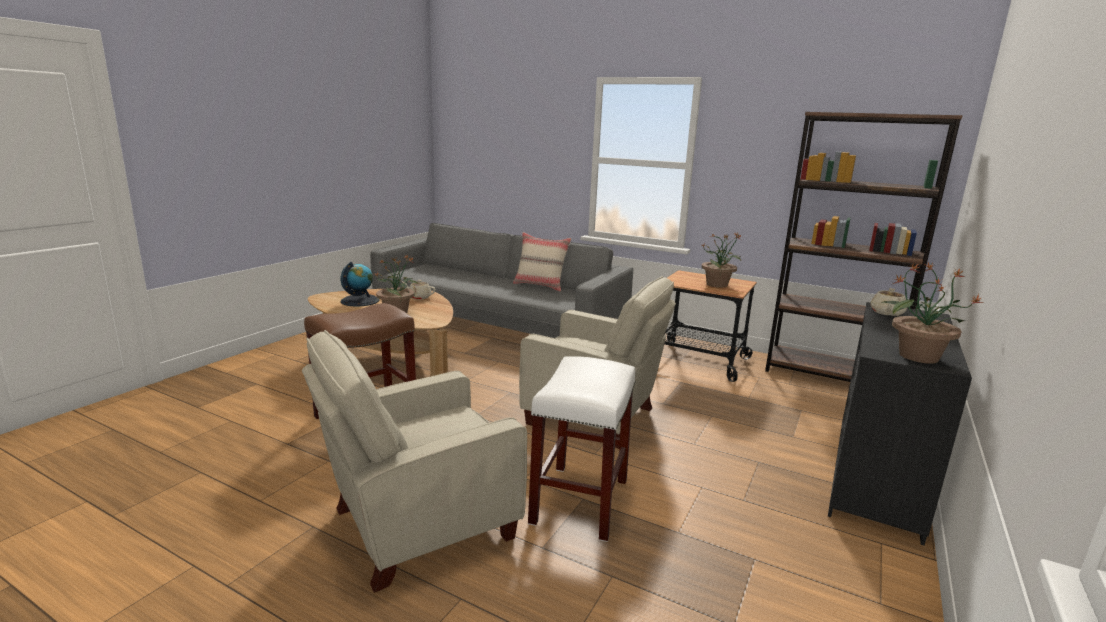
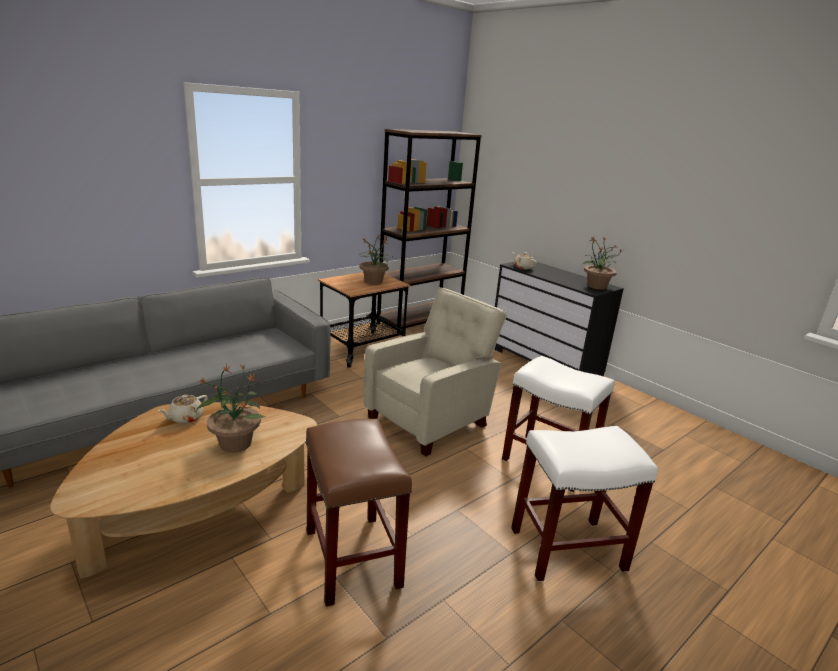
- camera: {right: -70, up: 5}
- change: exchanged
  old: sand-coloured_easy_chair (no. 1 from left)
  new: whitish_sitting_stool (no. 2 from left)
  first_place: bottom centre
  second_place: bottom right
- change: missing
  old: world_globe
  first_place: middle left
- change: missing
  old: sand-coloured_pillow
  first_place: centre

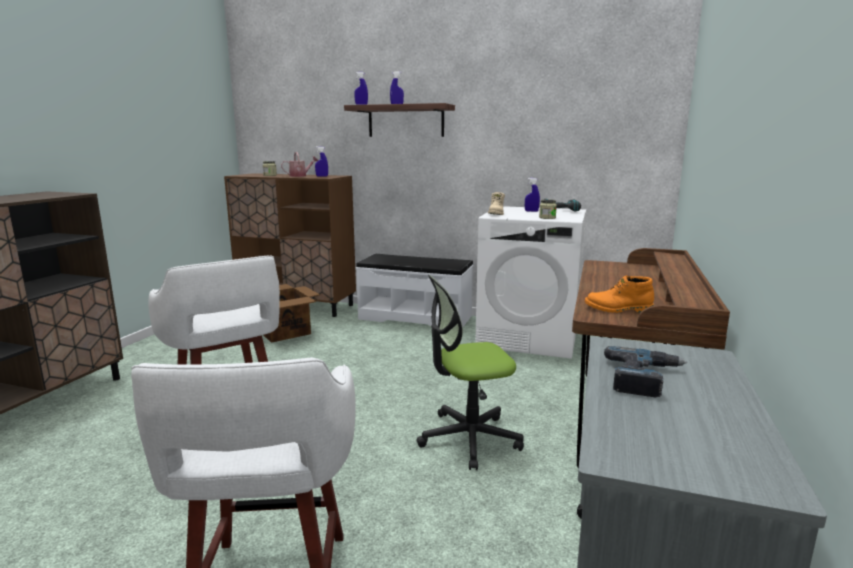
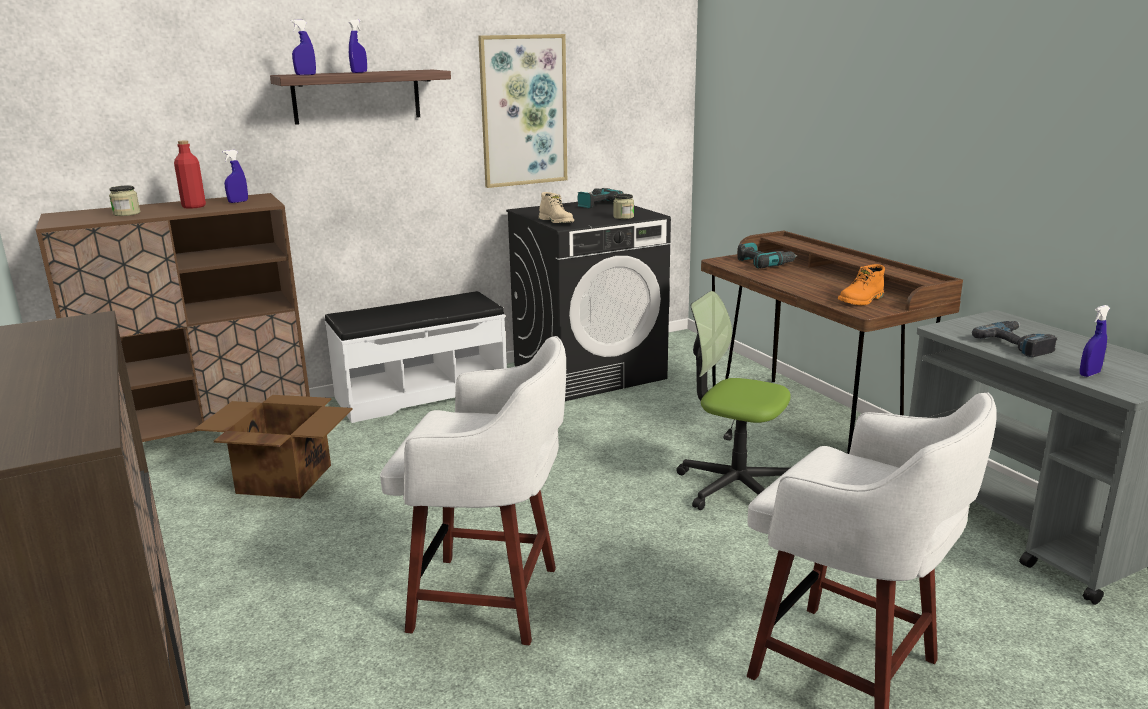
- camera: {right: -45, up: 5}
- change: exchanged
  old: watering_pot
  new: reddish_bottle
  first_place: top centre
  second_place: top left
- change: spun
  old: computer_chair
  first_place: centre
  second_place: centre
  degrees: 90
- change: colour
  old: whitish_washing_machine
  new: black-coloured_washing_machine
  first_place: centre
  second_place: centre
- change: relocated
  old: blue_hand_sprayer (no. 4 from left)
  first_place: centre
  second_place: middle right
- change: appeared
  new: picture
  second_place: top centre
- change: appeared
  new: power_drill (no. 2 from left)
  second_place: middle right

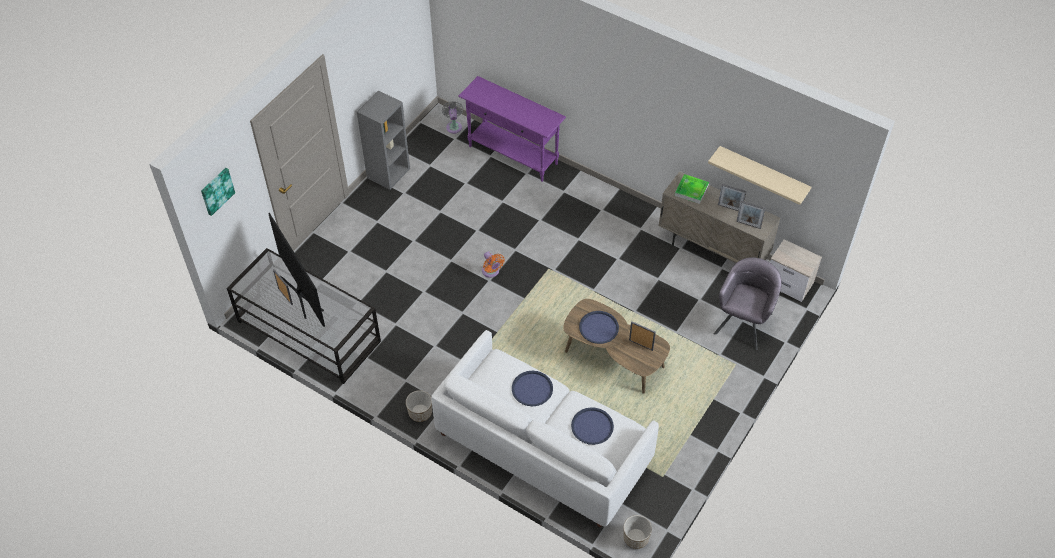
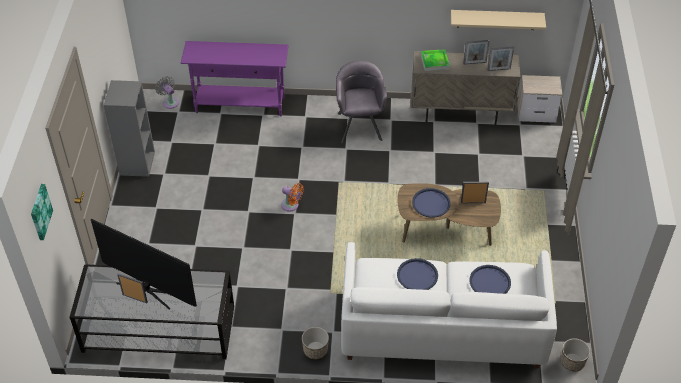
- camera: {right: -30, up: -5}
- change: relocated
  old: gray_easy_chair
  first_place: middle right
  second_place: top centre

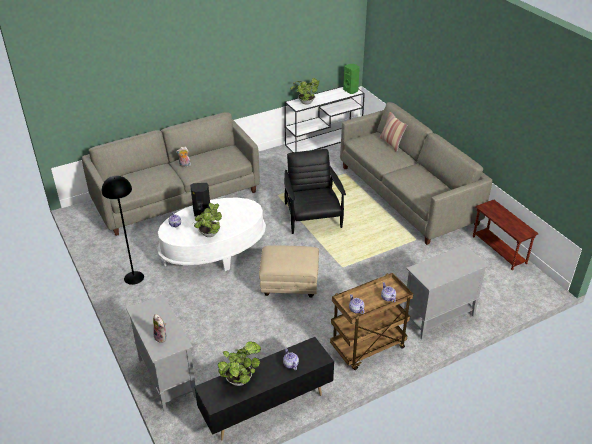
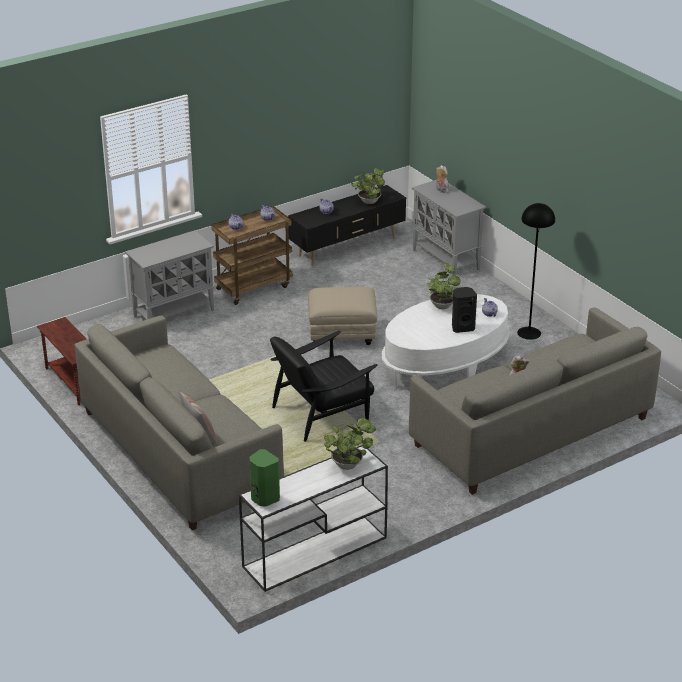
- camera: {right: 175, up: -5}
- change: spun
  old: black-coloured_easy_chair
  first_place: centre
  second_place: centre
  degrees: 75

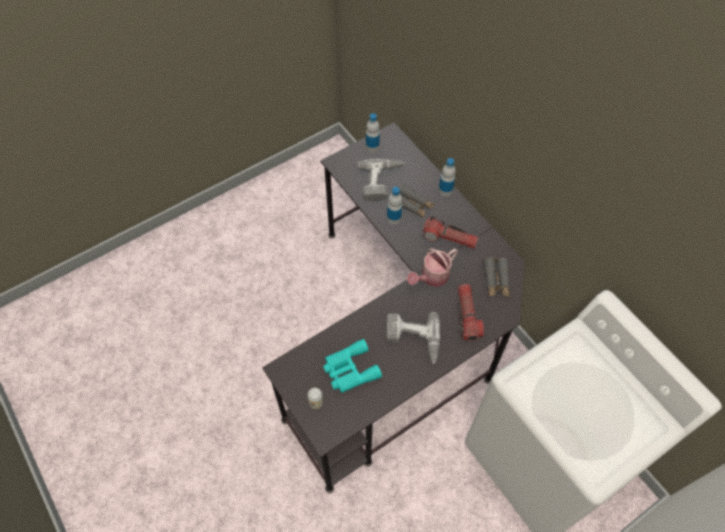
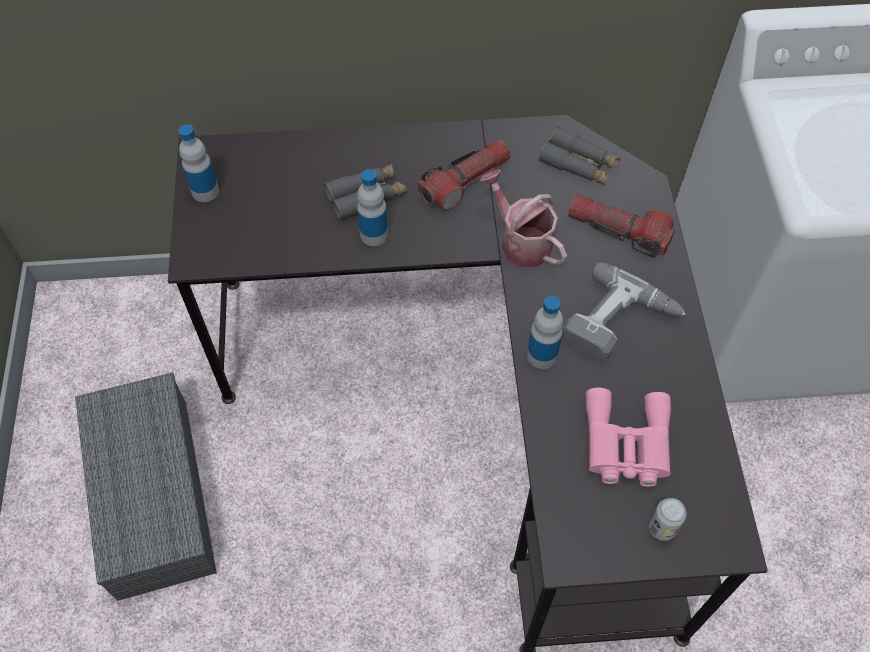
- camera: {right: -60, up: 0}
- change: colour
  old: turquoise-coloured_pair_of_binoculars
  new: pinkish_pair_of_binoculars
  first_place: bottom centre
  second_place: bottom right
- change: missing
  old: power_drill (no. 1 from left)
  first_place: centre
- change: spun
  old: watering_pot
  first_place: centre
  second_place: centre
  degrees: 150
- change: relocated
  old: bottle (no. 3 from left)
  first_place: top centre
  second_place: centre
- change: appeared
  new: gray_storage_box
  second_place: bottom left

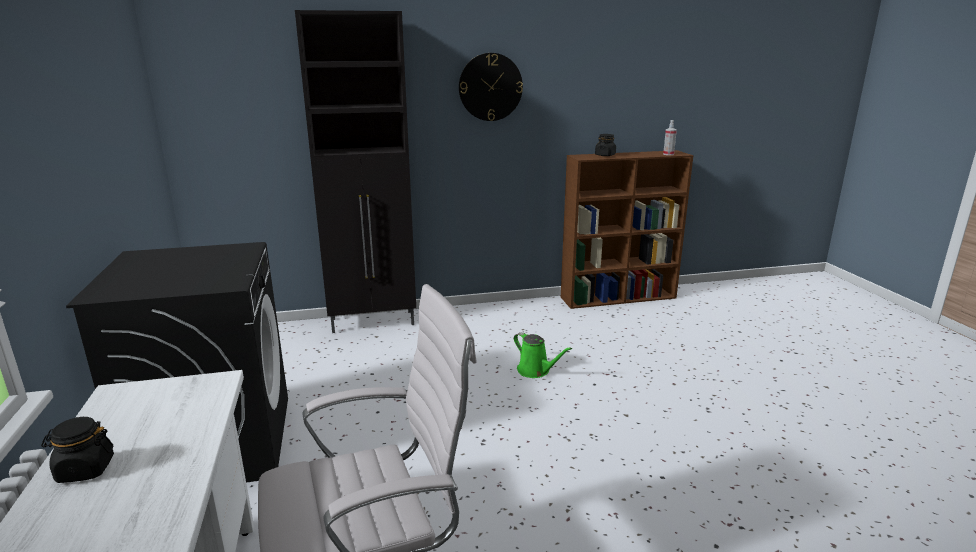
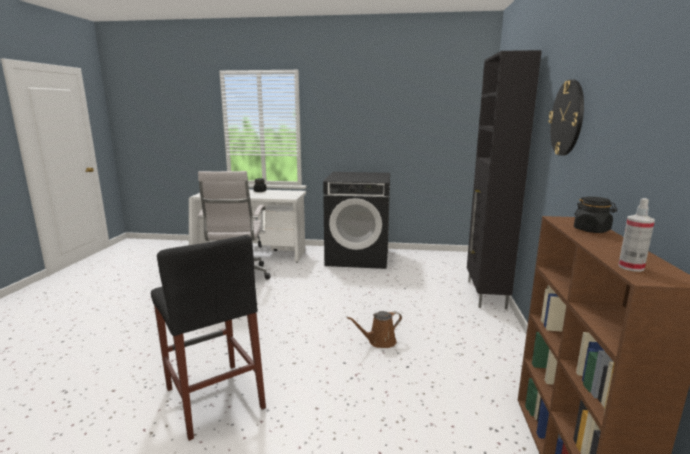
- camera: {right: 110, up: -5}
- change: colour
  old: green_watering_pot
  new: brown_watering_pot
  first_place: centre
  second_place: bottom centre
- change: appeared
  new: black-coloured_sitting_stool
  second_place: bottom left

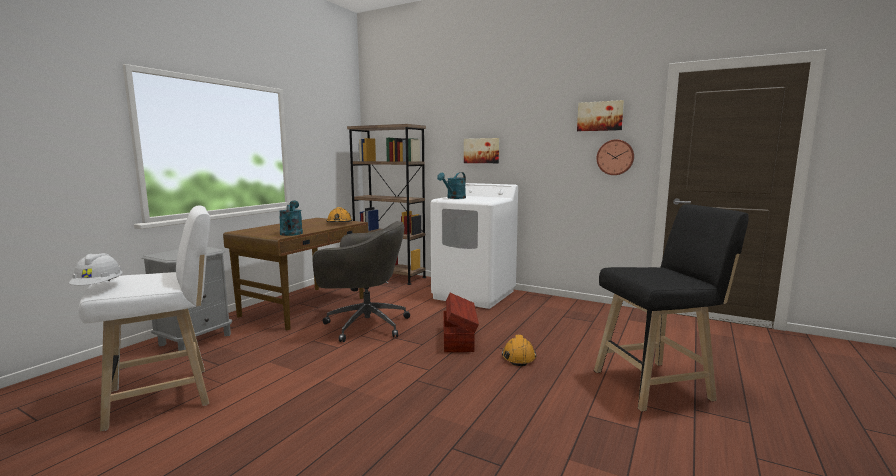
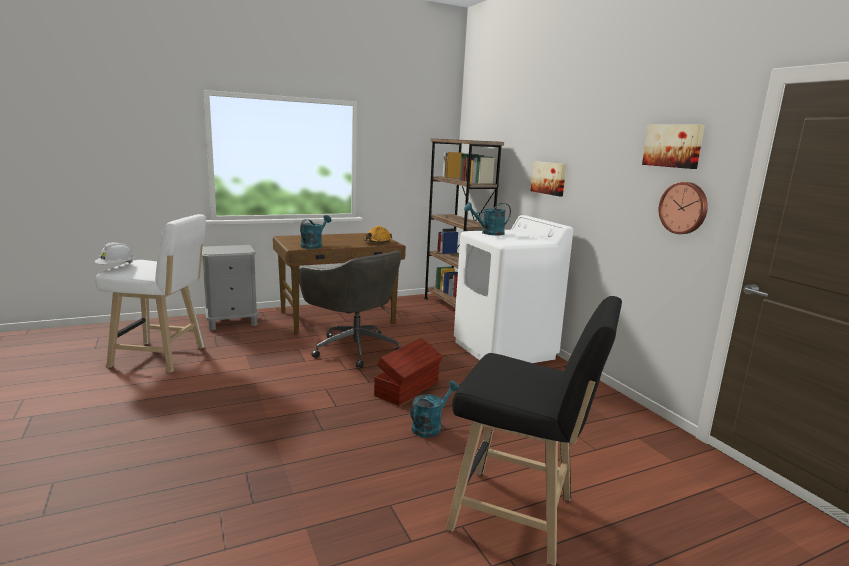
- camera: {right: 35, up: 5}
- change: exchanged
  old: orange-coloured_work_helmet (no. 2 from left)
  new: turquoise-coloured_watering_pot (no. 2 from left)
  first_place: bottom centre
  second_place: bottom centre

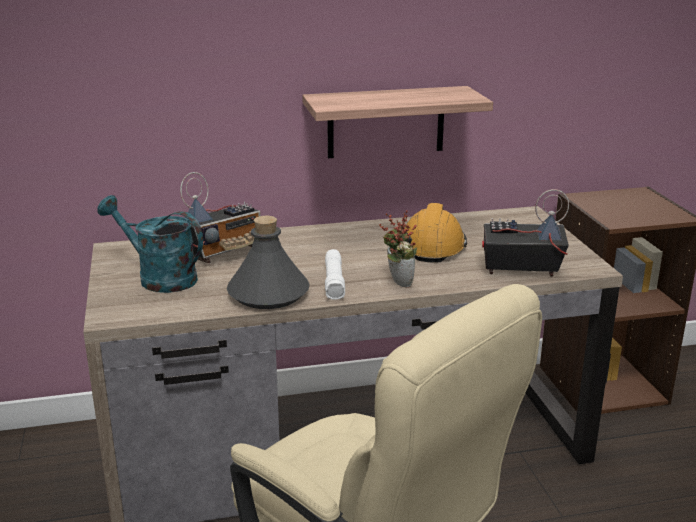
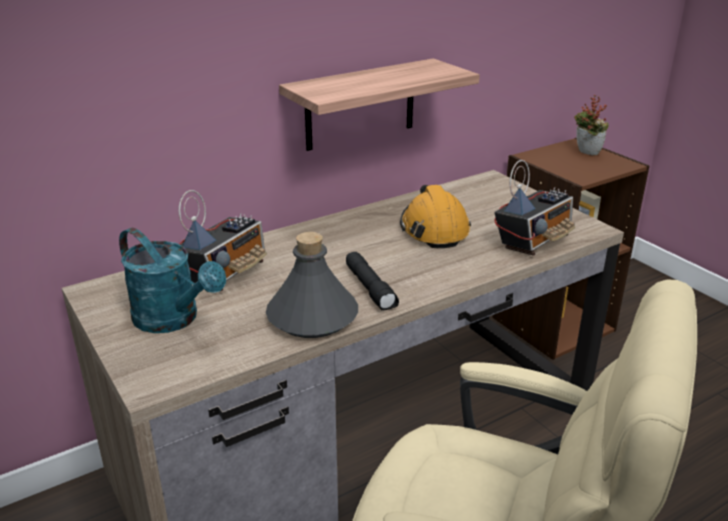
- camera: {right: -20, up: 5}
- change: spun
  old: turquoise-coloured_watering_pot
  first_place: middle left
  second_place: middle left
  degrees: -150
- change: colour
  old: whitish_flashlight
  new: black-coloured_flashlight
  first_place: centre
  second_place: centre
- change: relocated
  old: houseplant
  first_place: centre
  second_place: top right
- change: spun
  old: radio_receiver (no. 2 from left)
  first_place: middle right
  second_place: middle right
  degrees: 150

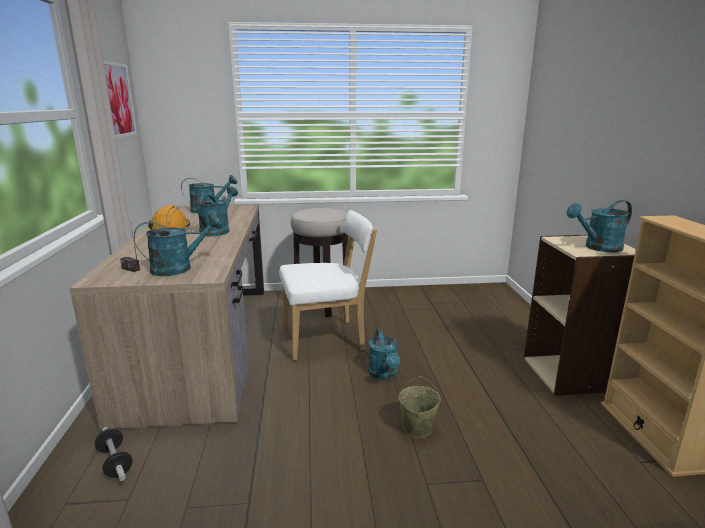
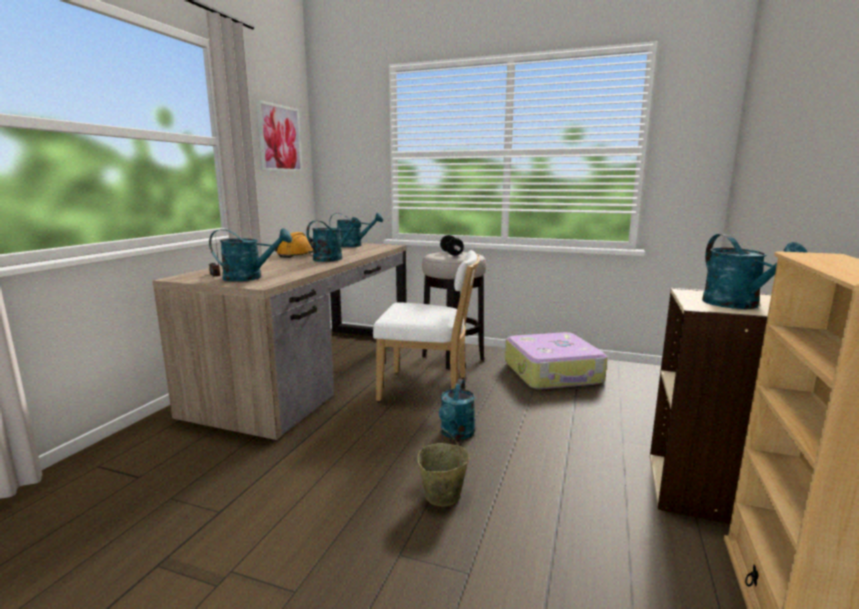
- camera: {right: 25, up: -5}
- change: relocated
  old: hand_weight
  first_place: bottom left
  second_place: centre
- change: spun
  old: turquoise-coloured_watering_pot (no. 5 from left)
  first_place: middle right
  second_place: middle right
  degrees: -105
- change: appeared
  new: suitcase
  second_place: centre

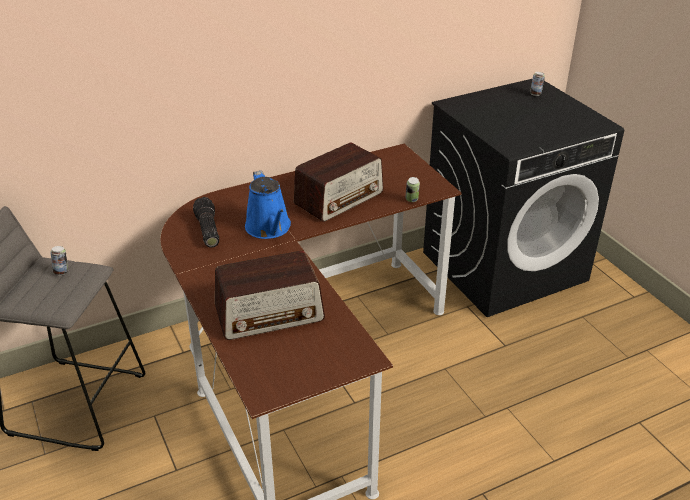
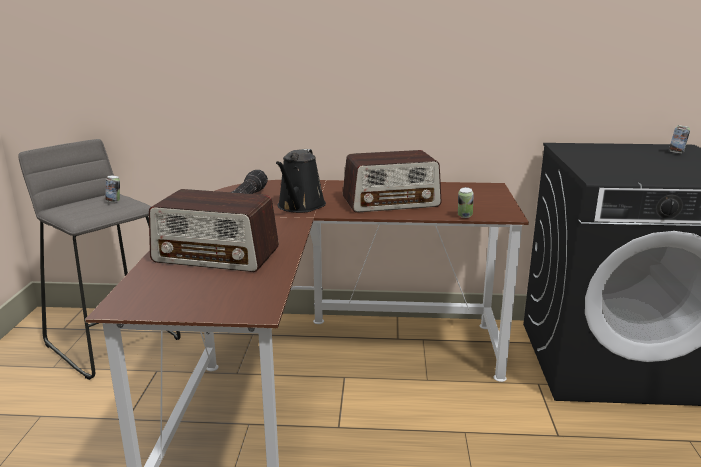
- camera: {right: 30, up: -15}
- change: colour
  old: blue_watering_pot
  new: black-coloured_watering_pot
  first_place: centre
  second_place: centre

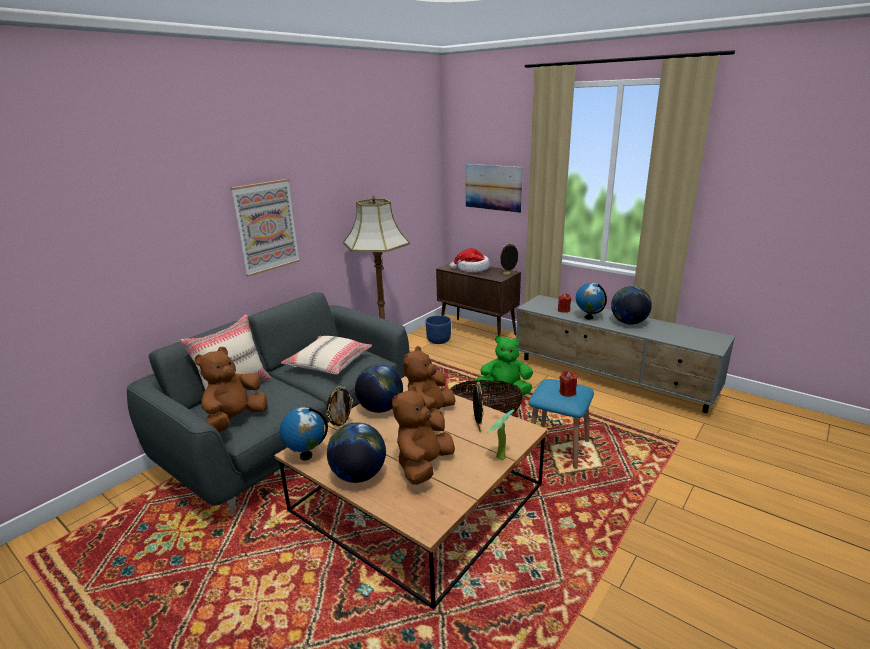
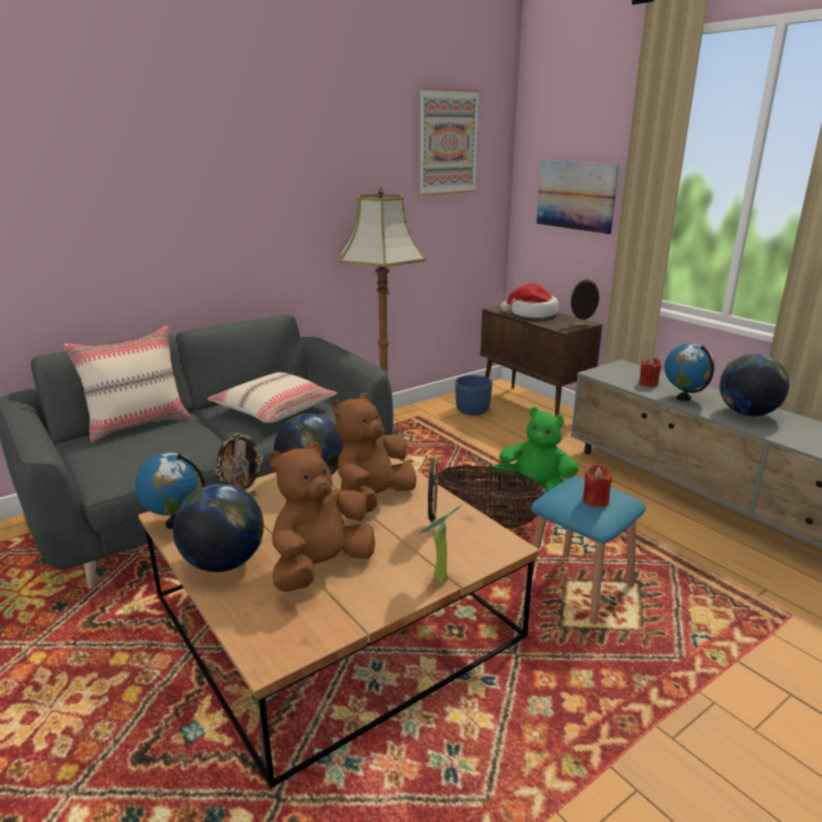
- camera: {right: 15, up: 0}
- change: missing
  old: brown_soft_toy (no. 1 from left)
  first_place: middle left
- change: relocated
  old: picture (no. 1 from left)
  first_place: middle left
  second_place: top centre

